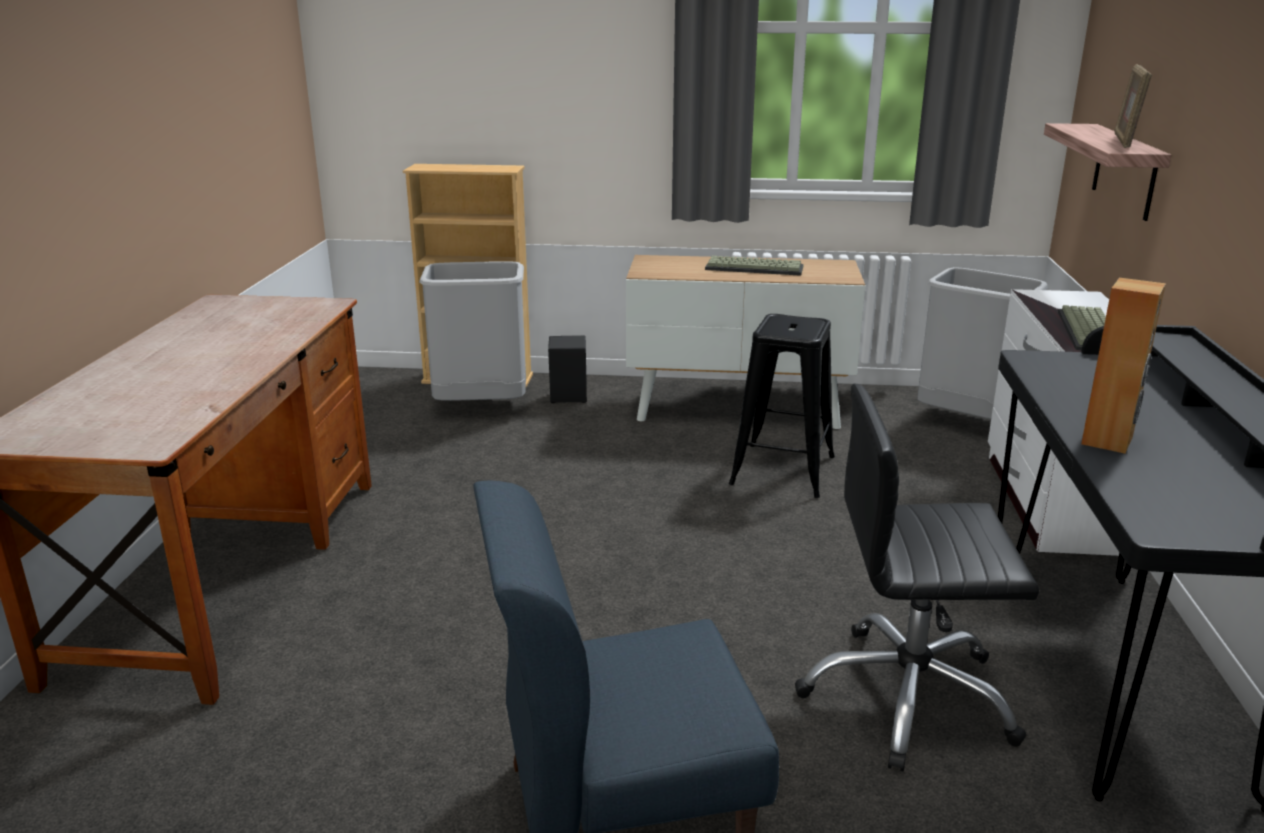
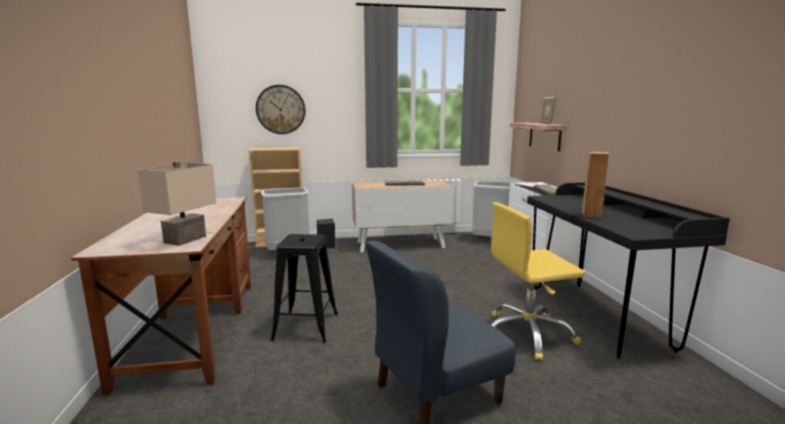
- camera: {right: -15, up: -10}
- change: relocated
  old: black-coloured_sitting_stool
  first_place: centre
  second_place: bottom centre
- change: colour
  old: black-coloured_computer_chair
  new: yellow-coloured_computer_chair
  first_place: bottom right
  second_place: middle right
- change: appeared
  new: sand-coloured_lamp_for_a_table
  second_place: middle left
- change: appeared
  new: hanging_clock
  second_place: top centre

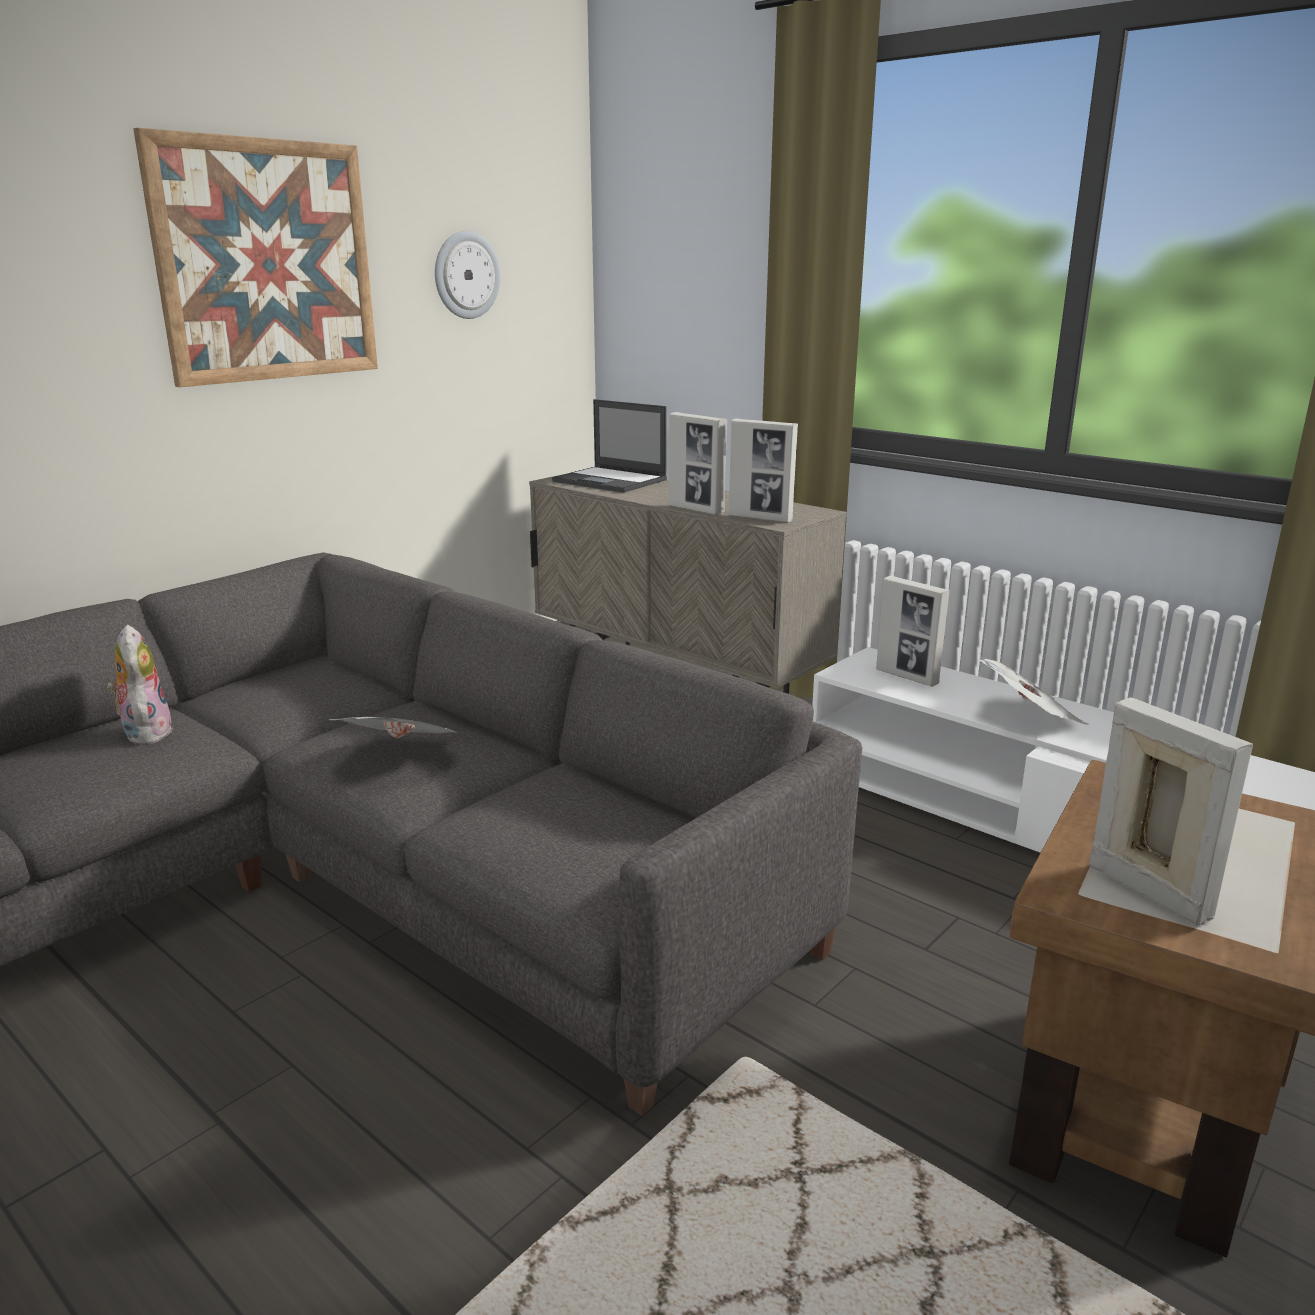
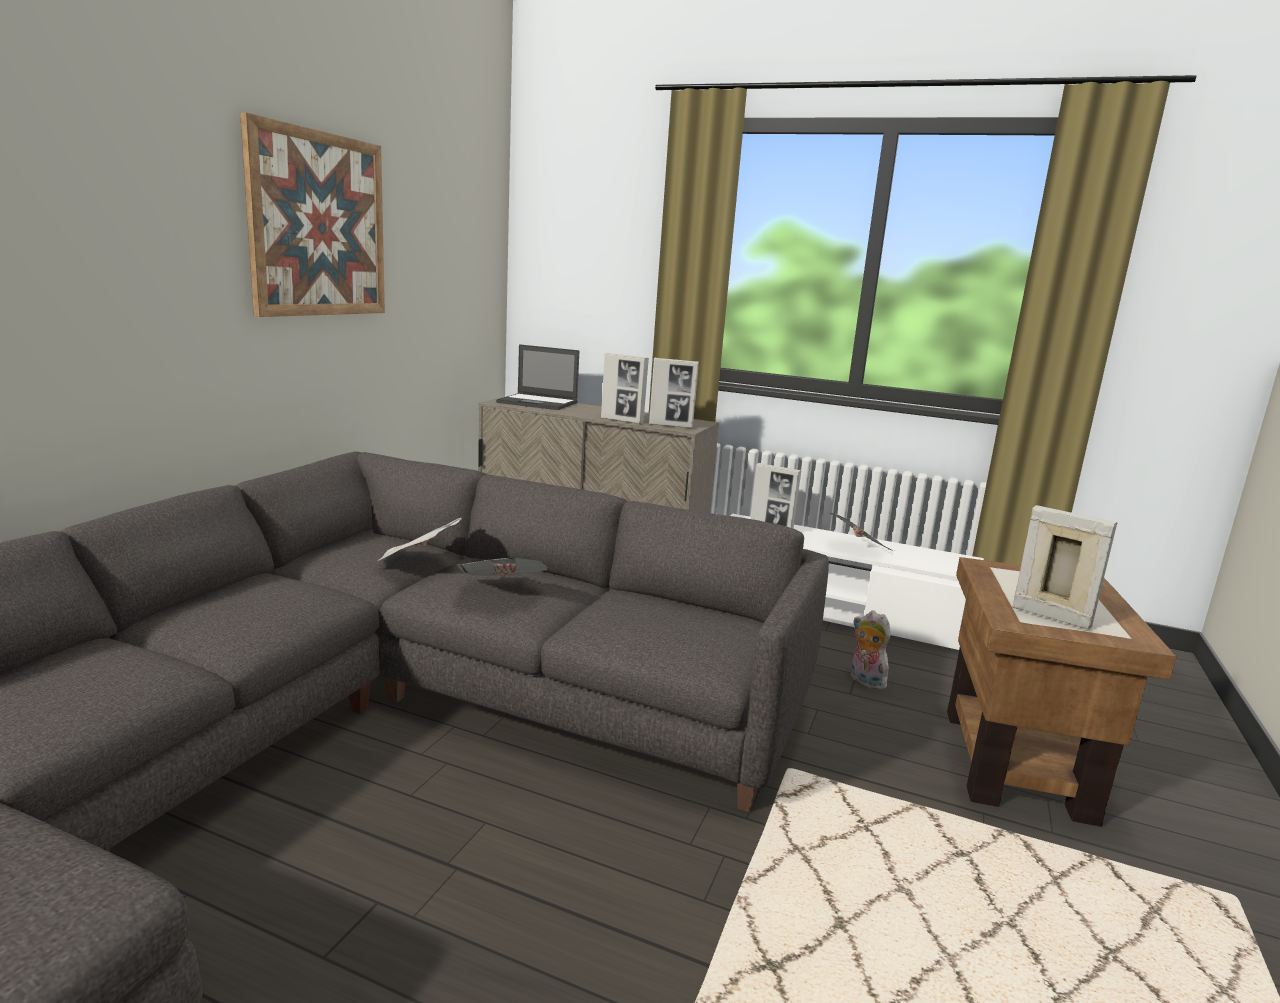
- camera: {right: -20, up: -5}
- change: relocated
  old: soft_toy
  first_place: middle left
  second_place: middle right
- change: missing
  old: hanging_clock
  first_place: top centre
- change: appeared
  new: newspaper (no. 1 from left)
  second_place: middle left

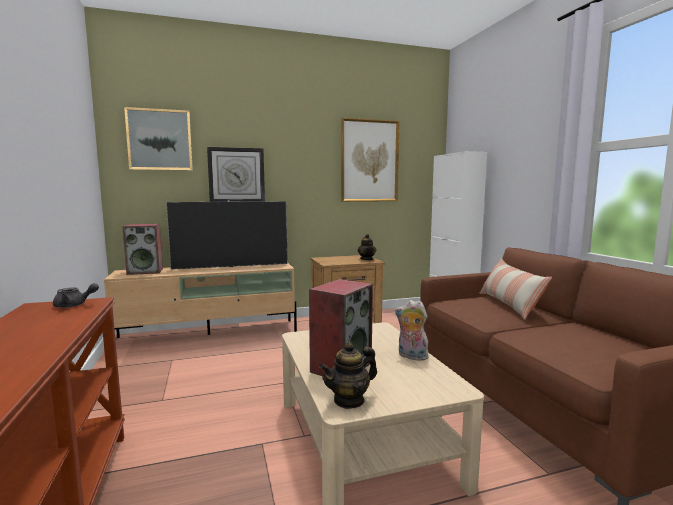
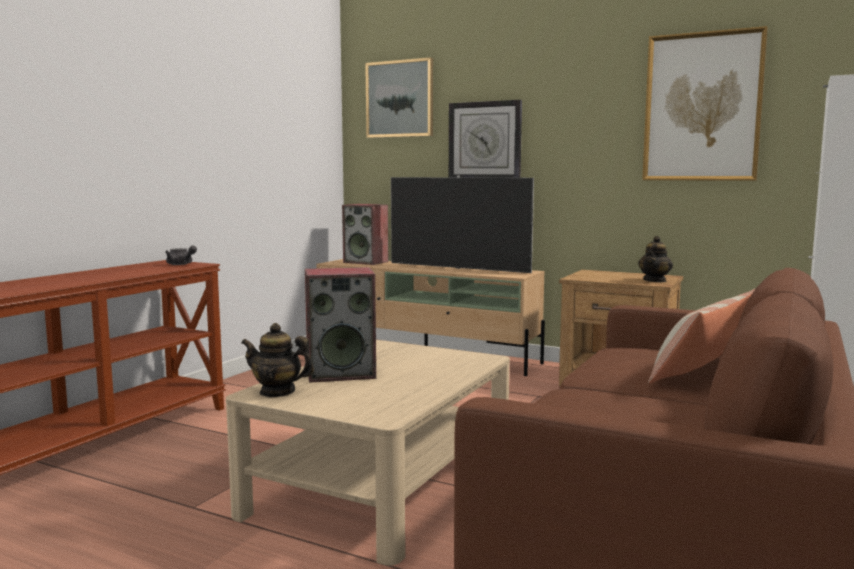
- camera: {right: 45, up: 0}
- change: missing
  old: soft_toy
  first_place: centre

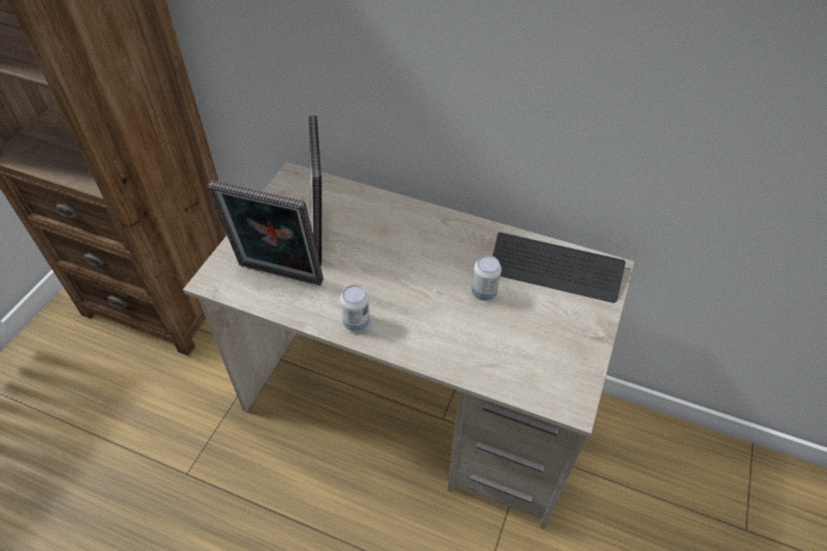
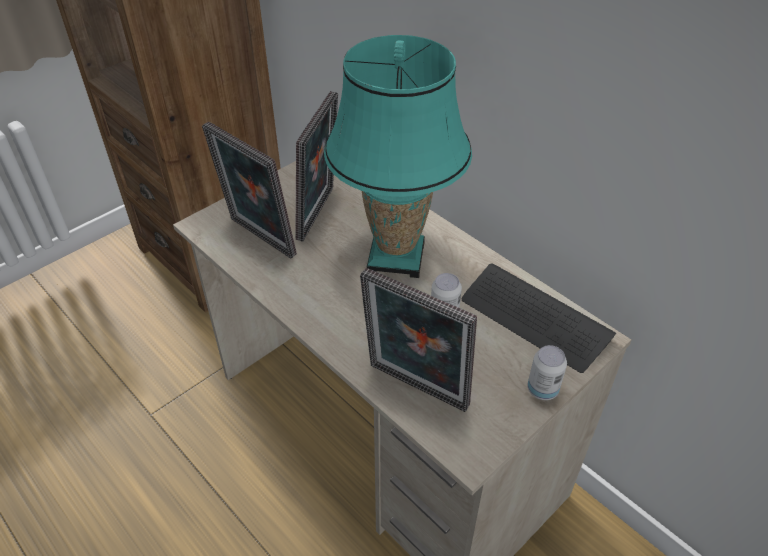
- camera: {right: 25, up: -5}
- change: relocated
  old: can (no. 1 from left in the first image)
  new: can (no. 2 from left)
  first_place: centre
  second_place: bottom right
- change: appeared
  new: turquoise-coloured_lamp_for_a_table
  second_place: top centre
- change: appeared
  new: standing_frame (no. 3 from left)
  second_place: centre

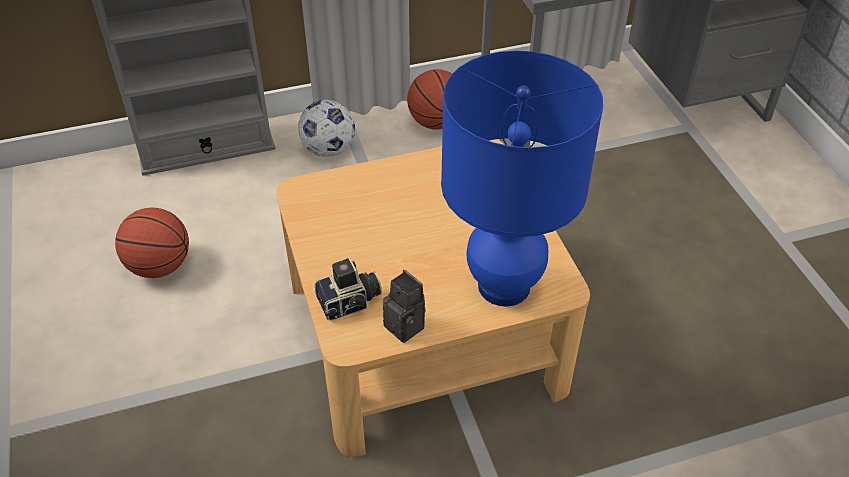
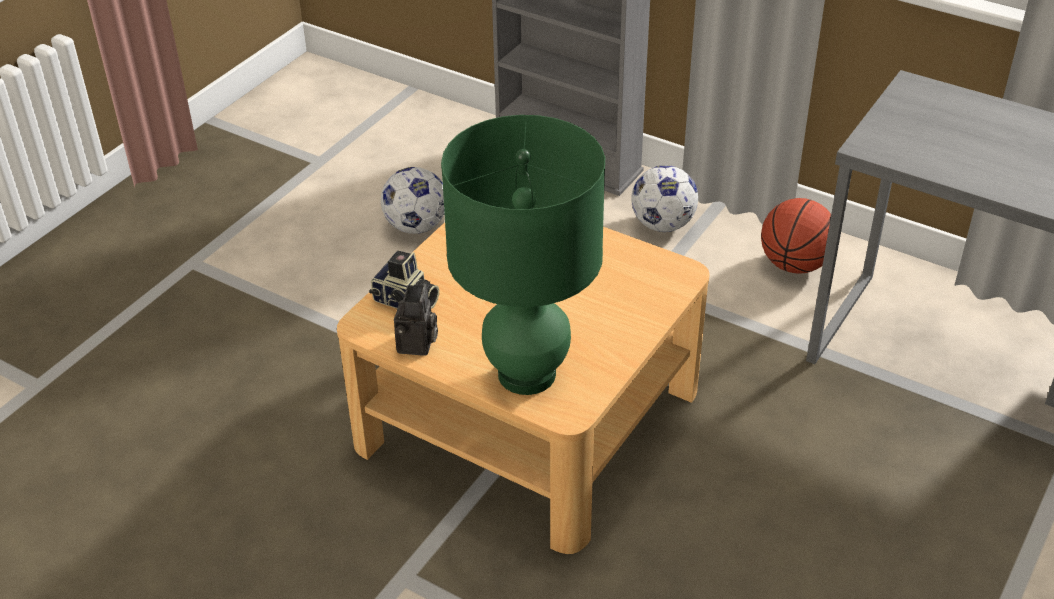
- camera: {right: 50, up: -5}
- change: exchanged
  old: basketball (no. 1 from left)
  new: football_ball (no. 1 from left)
  first_place: middle left
  second_place: centre
- change: colour
  old: blue_lamp_for_a_table
  new: green_lamp_for_a_table
  first_place: centre
  second_place: centre

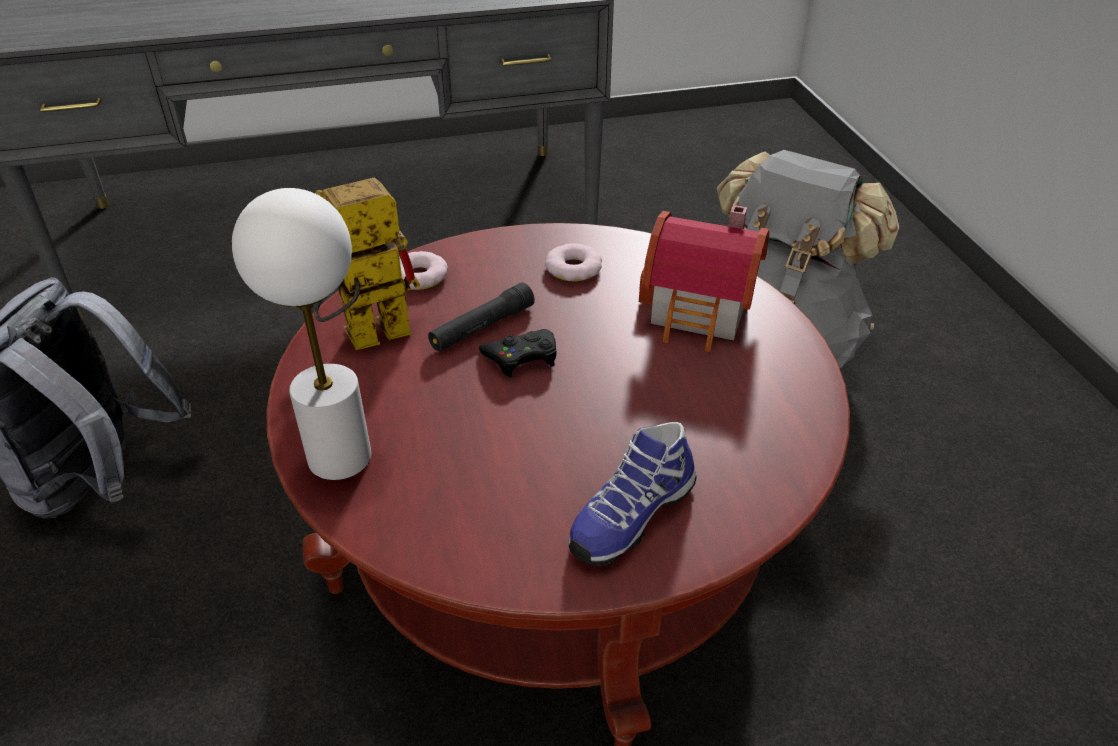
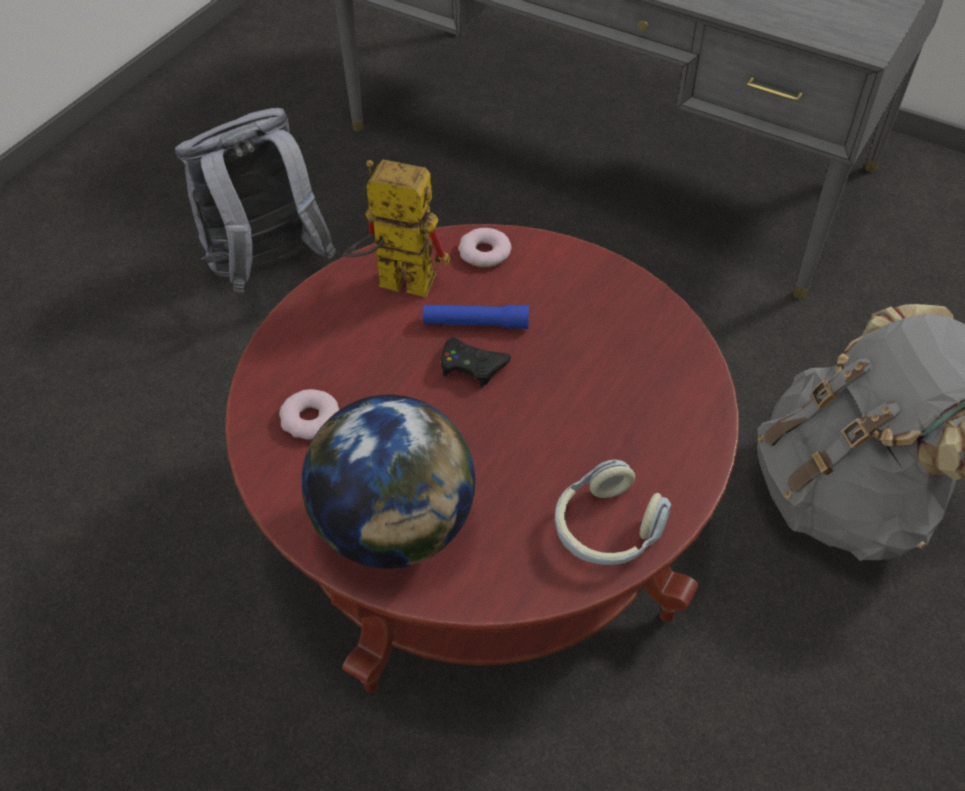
- camera: {right: 45, up: 10}
- change: missing
  old: whitish_lamp_for_a_table
  first_place: middle left
- change: colour
  old: black-coloured_flashlight
  new: blue_flashlight
  first_place: centre
  second_place: centre
- change: relocated
  old: doughnut (no. 2 from left in the first image)
  new: doughnut (no. 1 from left)
  first_place: centre
  second_place: middle left
- change: exchanged
  old: item_of_footwear
  new: world_globe
  first_place: centre
  second_place: centre
- change: missing
  old: miniature_house
  first_place: centre
- change: appeared
  new: pair_of_headphones
  second_place: centre

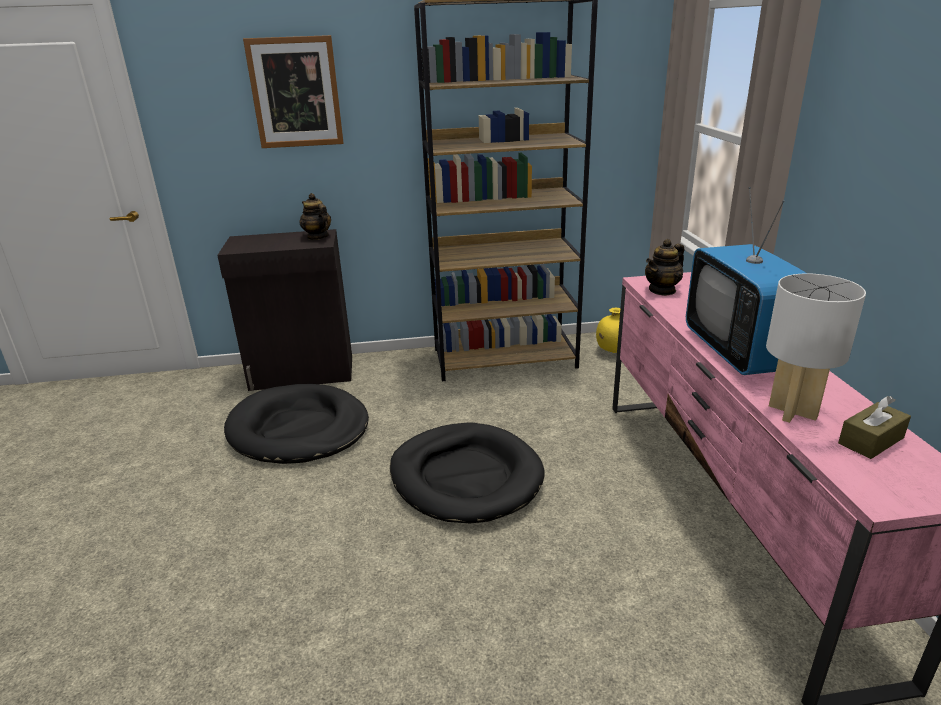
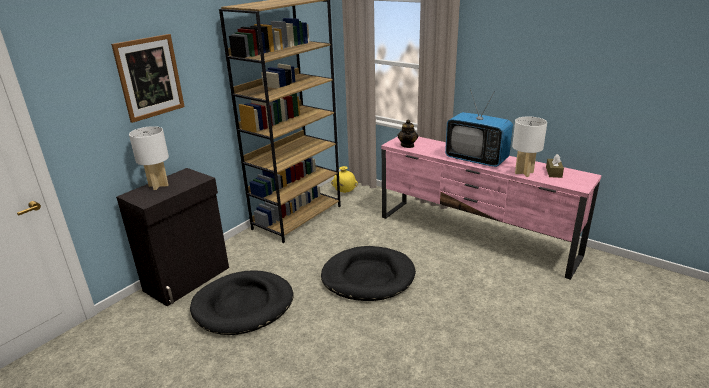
- camera: {right: -45, up: 0}
- change: missing
  old: pot_for_tea (no. 1 from left)
  first_place: top centre
- change: appeared
  new: whitish_lamp_for_a_table (no. 1 from left)
  second_place: middle left

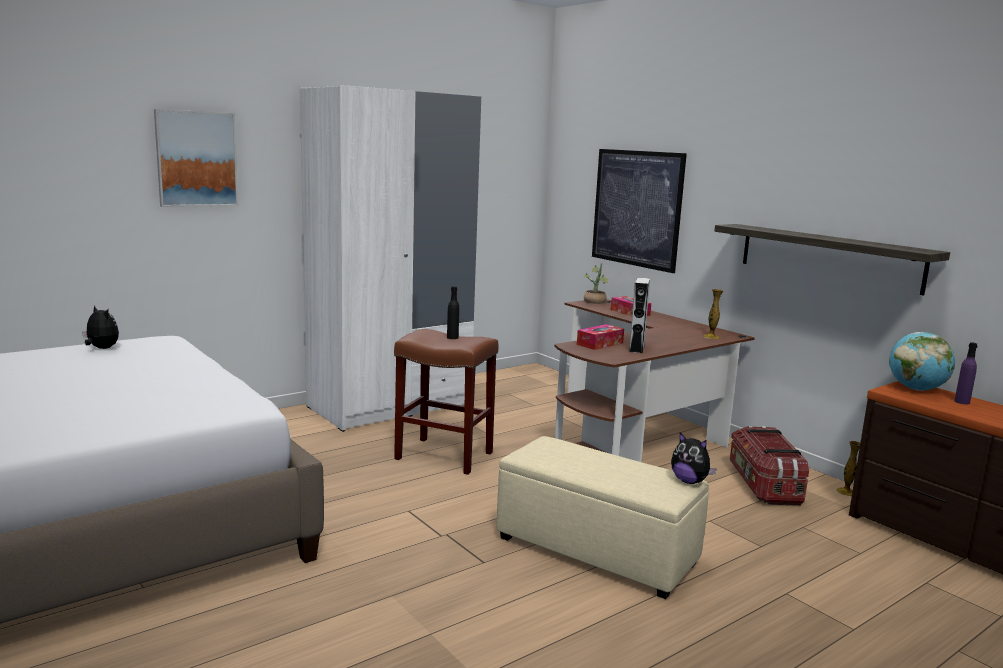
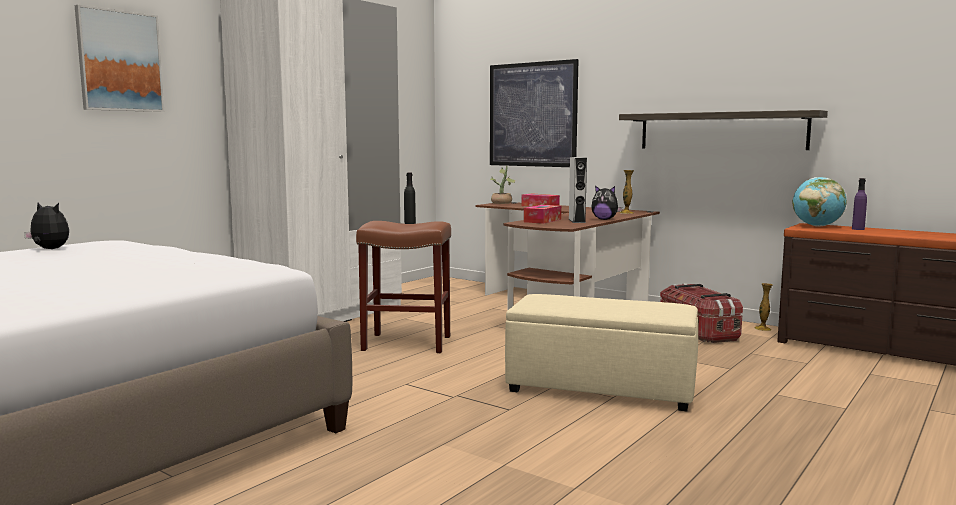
- camera: {right: -15, up: -5}
- change: relocated
  old: soft_toy (no. 2 from left)
  first_place: bottom right
  second_place: centre

